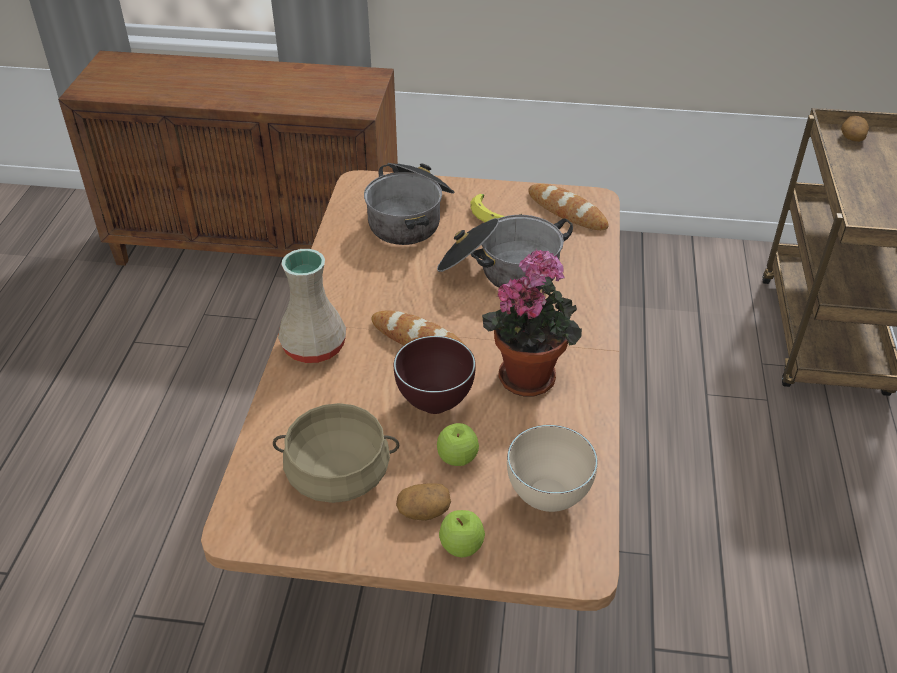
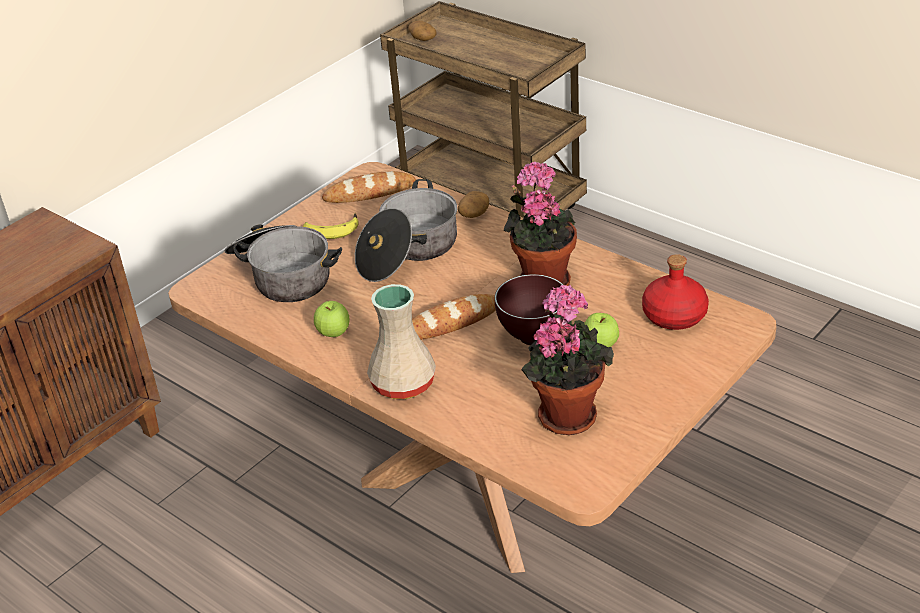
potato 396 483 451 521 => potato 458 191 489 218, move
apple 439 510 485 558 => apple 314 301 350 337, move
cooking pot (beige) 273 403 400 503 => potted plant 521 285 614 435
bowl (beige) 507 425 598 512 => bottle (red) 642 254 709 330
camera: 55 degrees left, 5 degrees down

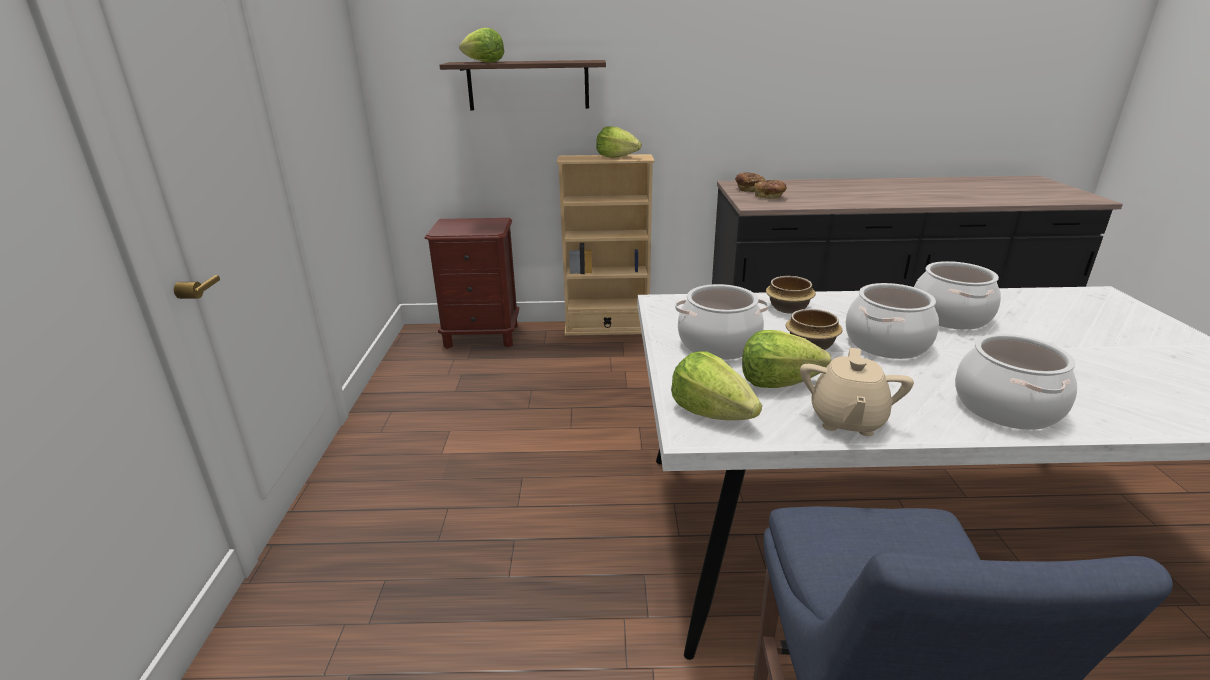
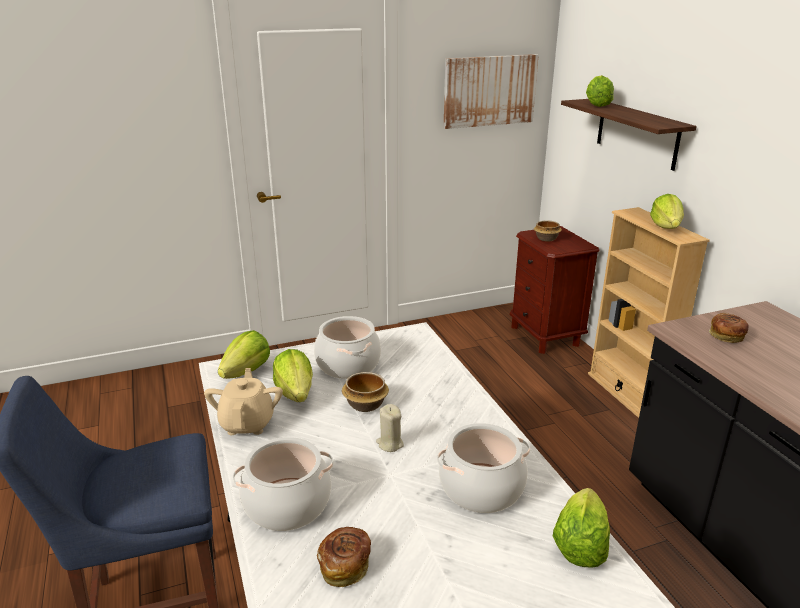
nothing => picture 443 54 539 129
nothing => lettuce 553 488 610 568
bread 735 172 765 192 => bread 317 527 371 587, move
bowl 766 276 816 314 => bowl 534 221 562 241, move
cooking pot 846 283 939 359 => candle (beige) 376 404 404 452
teapot (beige) 800 348 914 436 => teapot (beige) 204 368 283 435, 90 degrees clockwise
camera: 70 degrees right, 0 degrees up

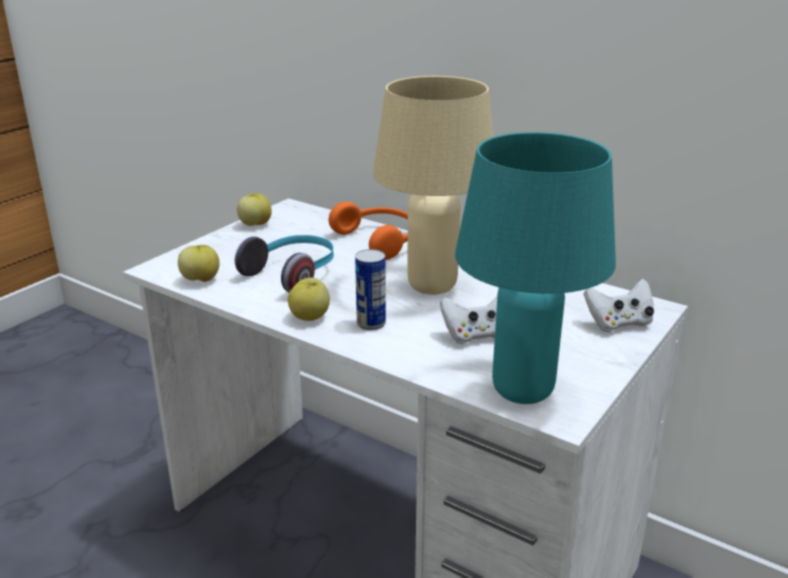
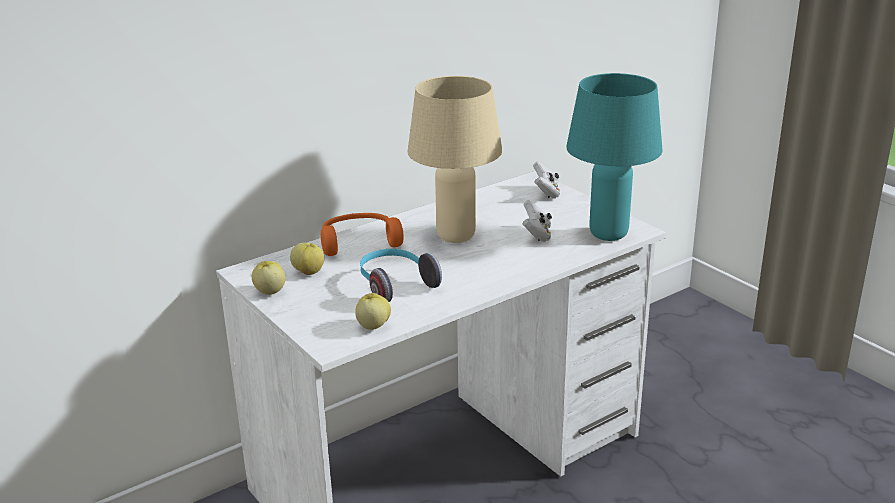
can 355 249 386 330 => nothing
apple 288 278 330 321 => apple 290 242 324 275, move
camera: 70 degrees left, 0 degrees up

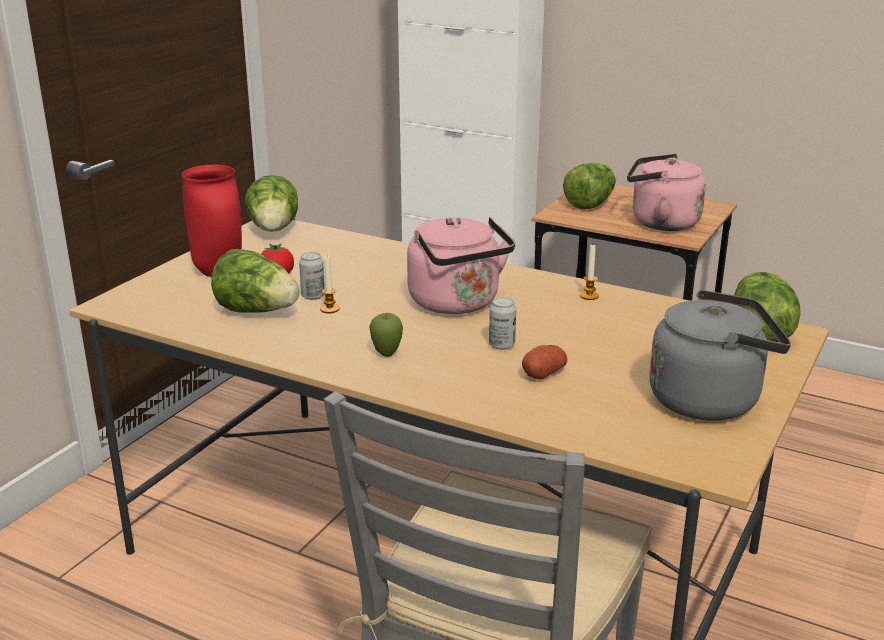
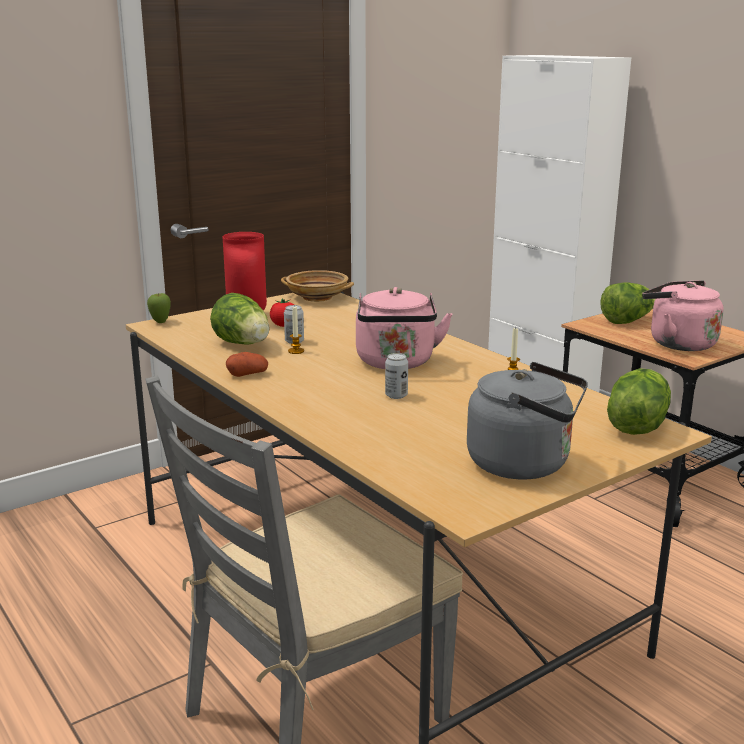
apple 369 313 403 357 => apple 147 293 171 323, move
potato 522 345 567 380 => potato 226 352 268 377, move
lettuce 245 175 298 232 => bowl (beige) 281 270 354 302
camera: 25 degrees right, 5 degrees down

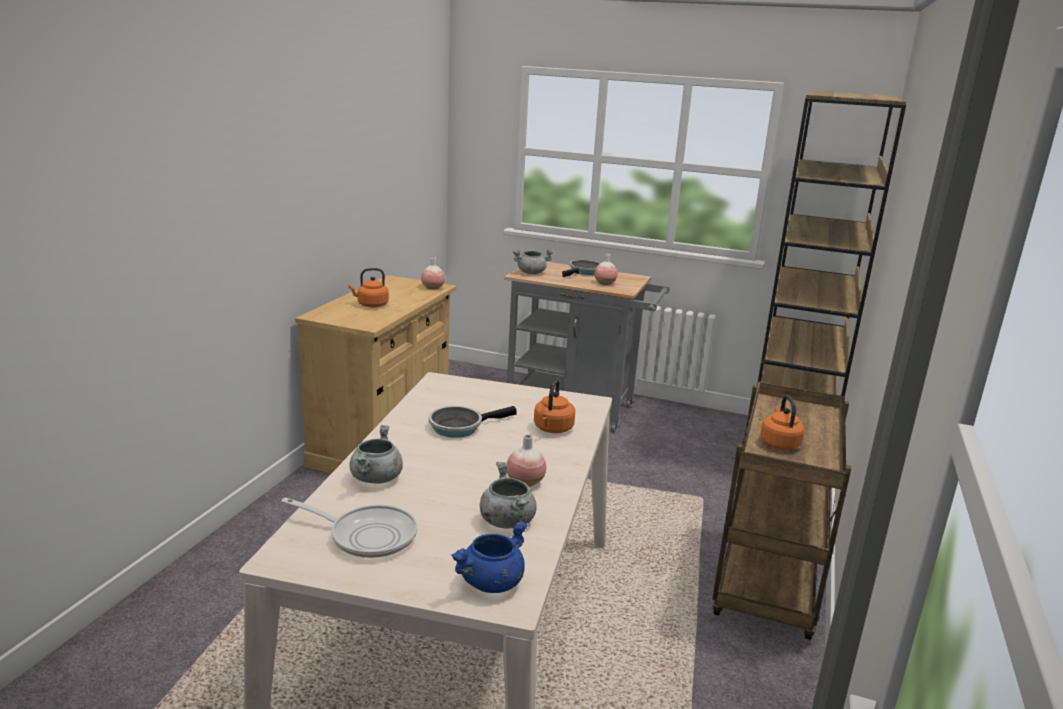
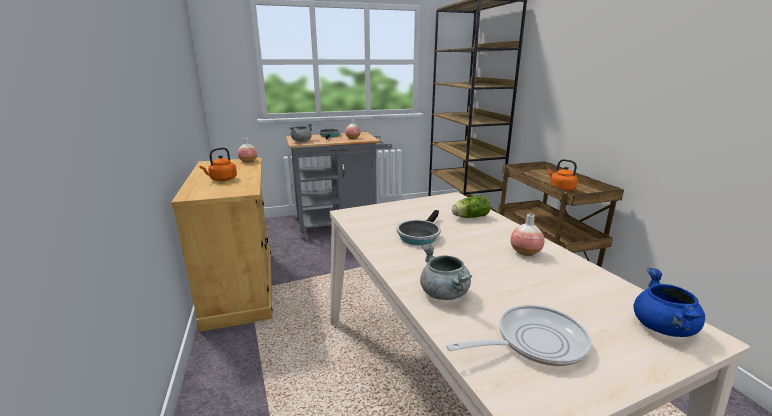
cooking pot (grey) 480 462 536 528 => nothing
kettle (orange) 534 379 575 433 => lettuce 452 196 490 218
camera: 35 degrees left, 0 degrees up

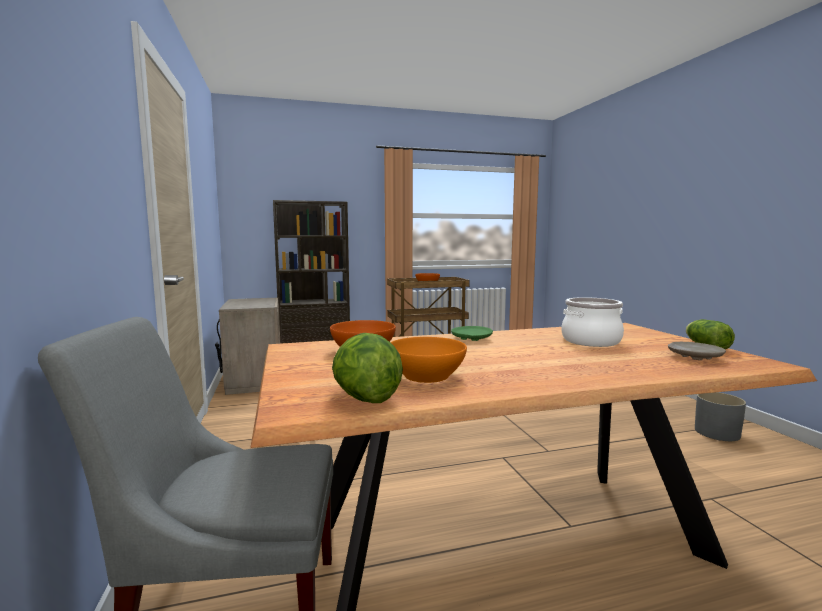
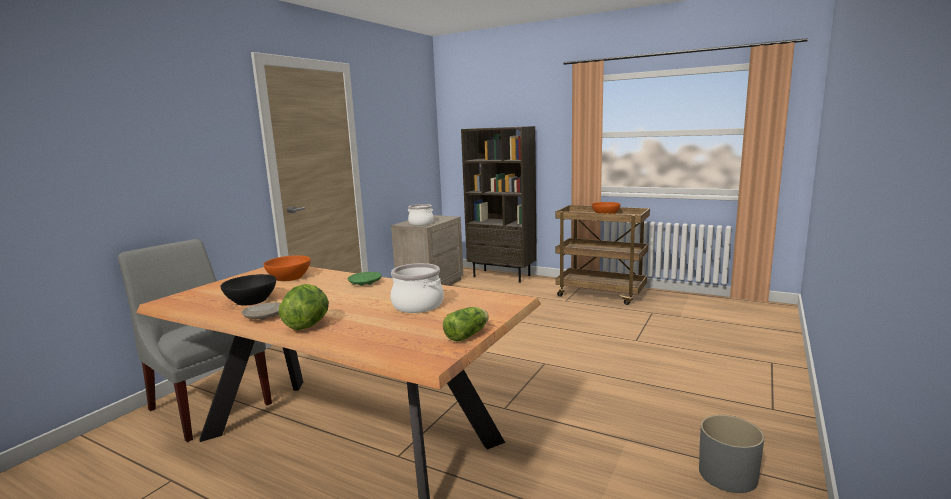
nothing => cooking pot 408 204 434 225
lettuce 332 333 403 403 => lettuce 279 284 329 330, move
plate (beige) 668 342 726 360 => plate (beige) 242 302 281 320, move
bowl (orange) 390 337 467 383 => bowl (black) 221 274 276 305
camera: 45 degrees right, 5 degrees up

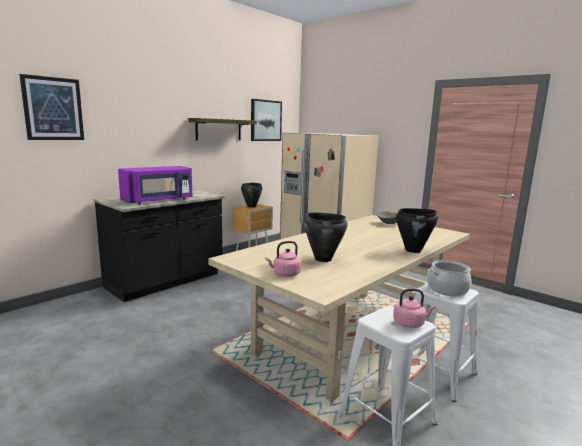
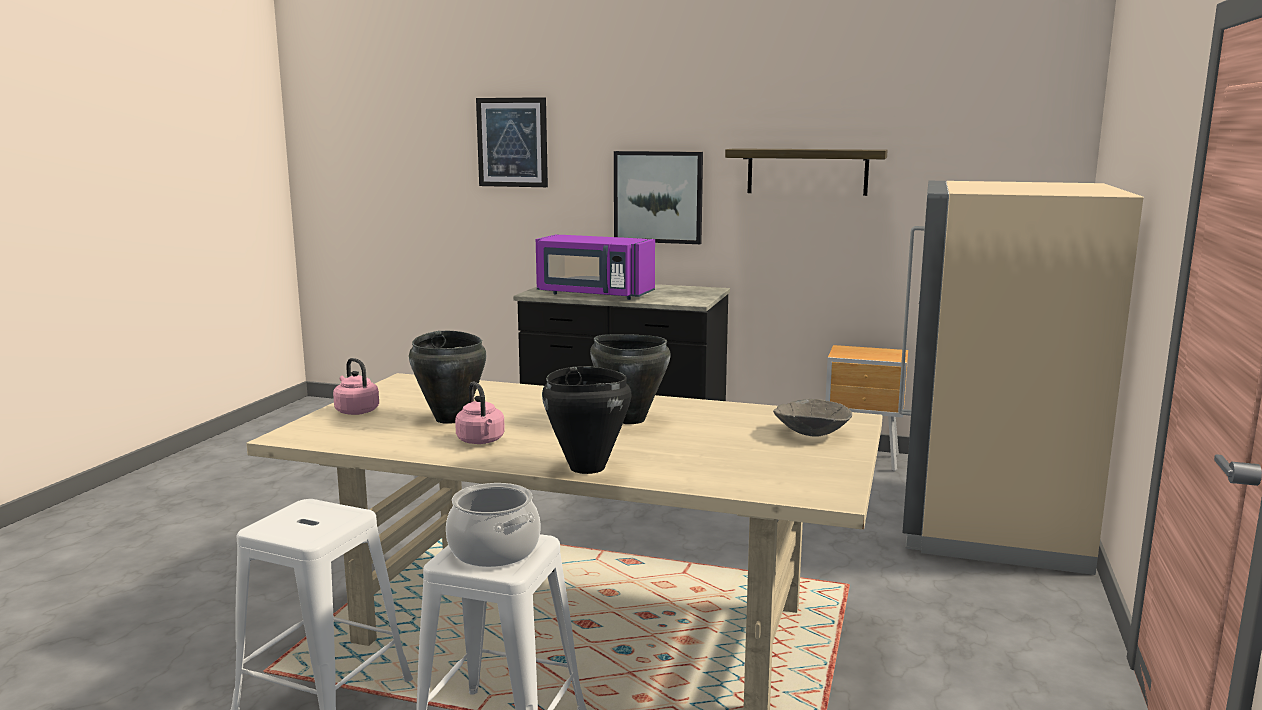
cooking pot (black) 241 183 263 207 => cooking pot (black) 590 334 671 424, move
picture 251 99 282 141 => picture 614 151 703 244, move
kettle (pink) 393 289 436 328 => kettle (pink) 455 382 505 444, move
camera: 65 degrees right, 0 degrees up

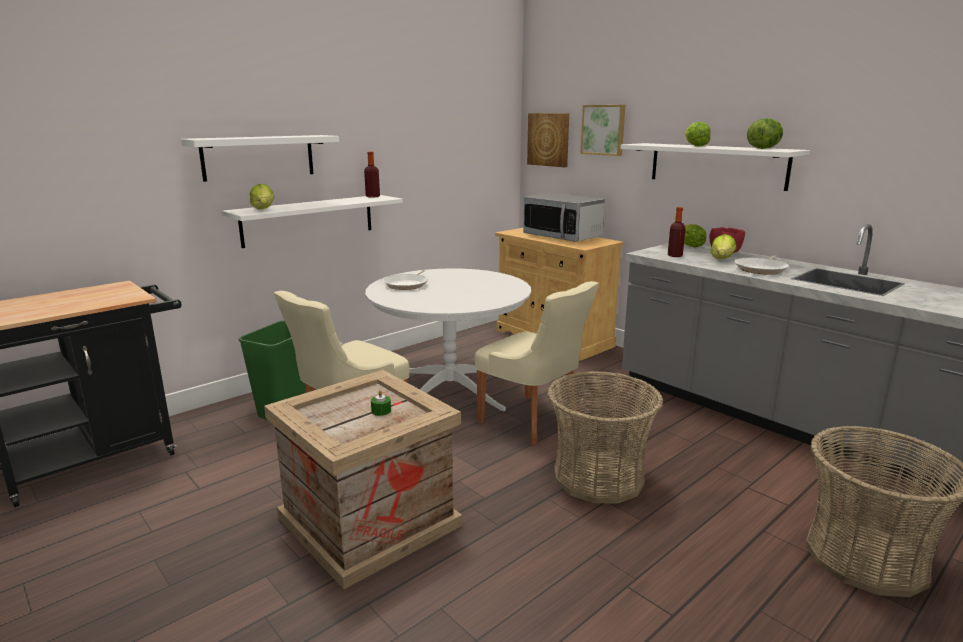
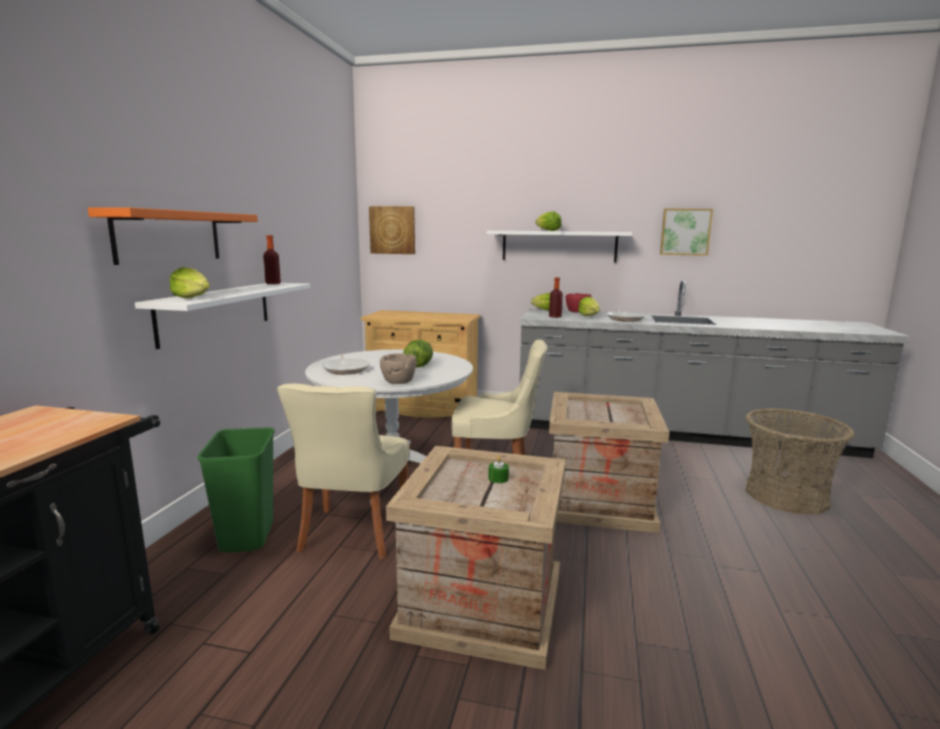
microwave 523 193 605 242 => nothing
nothing => bowl (brown) 380 353 417 384
picture 580 105 625 156 => picture 660 209 713 256, move
lettuce 747 118 783 149 => lettuce 403 340 433 367, move
basket 547 371 663 503 => crate 549 392 669 533
shelf (white) 181 135 339 182 => shelf (orange) 88 207 258 265
camera: 35 degrees left, 5 degrees down

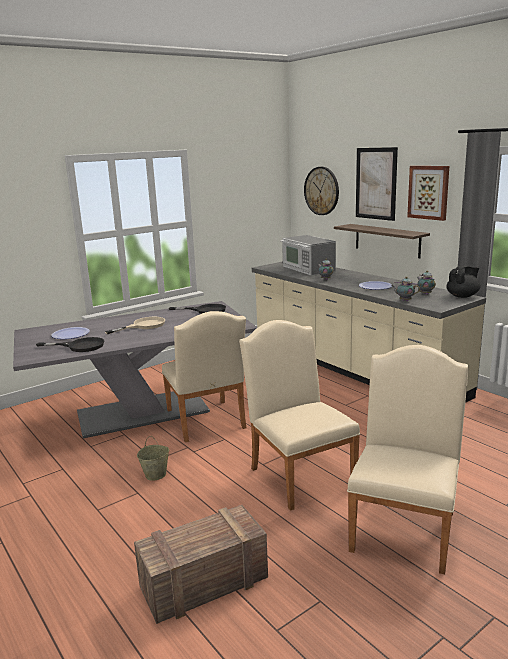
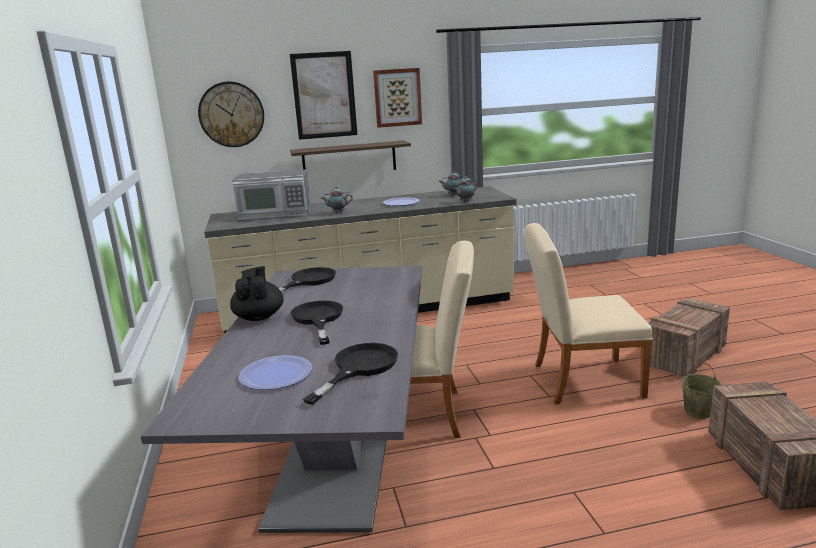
bucket (beige) 137 436 169 481 => bucket (beige) 681 363 721 419, move
teapot (black) 446 266 480 298 => teapot (black) 230 266 284 321, move
chair (beige) 347 345 469 575 => crate 648 298 730 377
frying pan (beige) 104 317 165 334 => frying pan (black) 290 301 343 345
camera: 65 degrees left, 0 degrees up

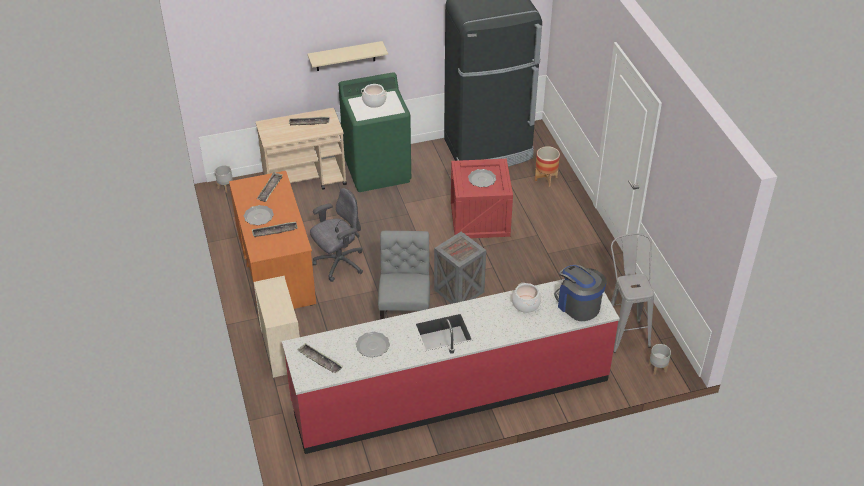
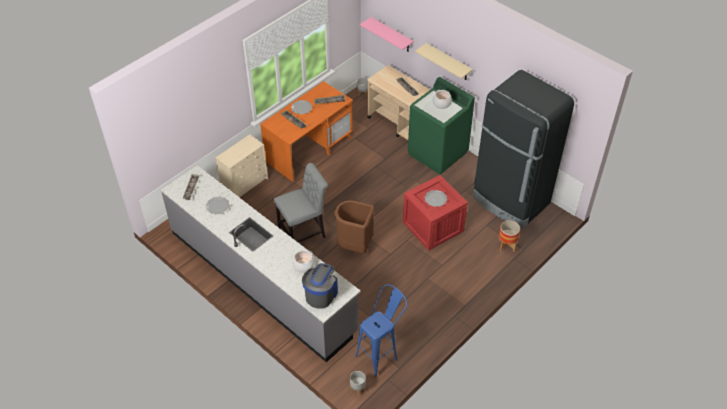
office chair (grey) 310 188 363 282 => nothing
nothing => shelf (pink) 360 17 414 52
crate 434 231 486 304 => trash can (brown) 334 200 375 254
counter (red) 282 279 620 454 => counter (grey) 161 165 361 362
stool (grey) 611 233 654 353 => stool (blue) 355 284 407 376
camera: 60 degrees right, 5 degrees up

